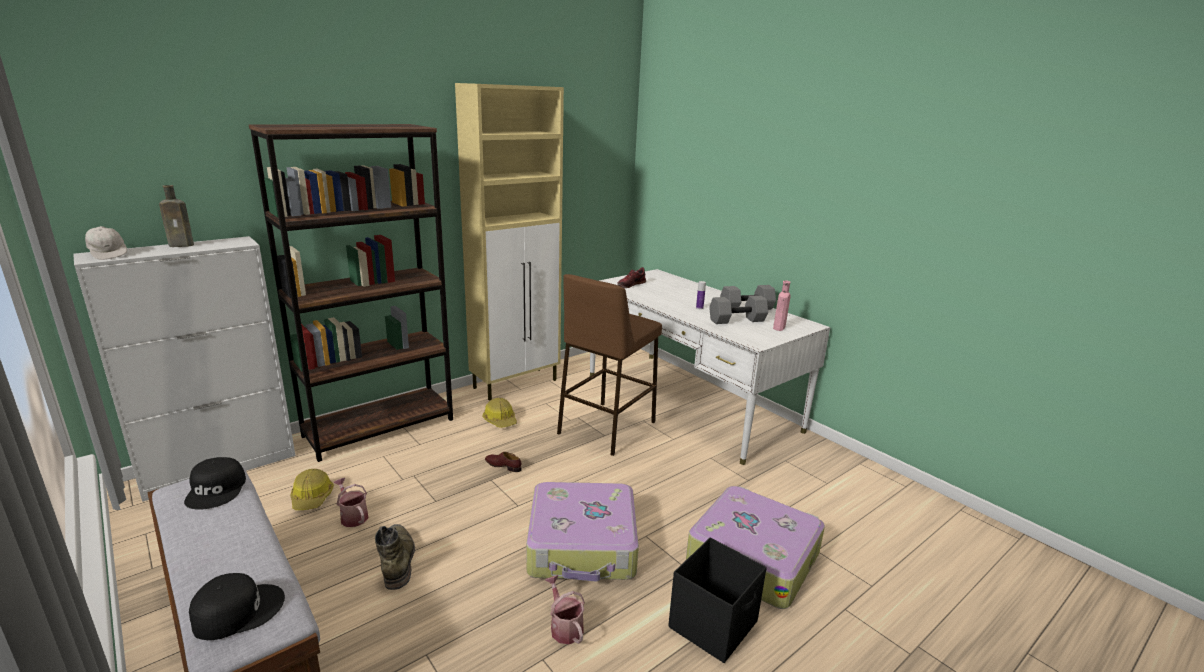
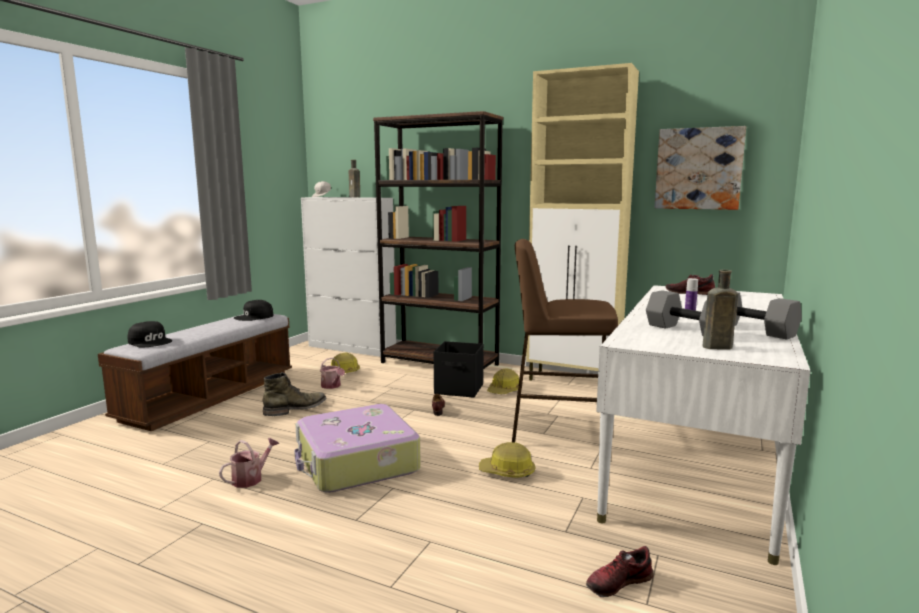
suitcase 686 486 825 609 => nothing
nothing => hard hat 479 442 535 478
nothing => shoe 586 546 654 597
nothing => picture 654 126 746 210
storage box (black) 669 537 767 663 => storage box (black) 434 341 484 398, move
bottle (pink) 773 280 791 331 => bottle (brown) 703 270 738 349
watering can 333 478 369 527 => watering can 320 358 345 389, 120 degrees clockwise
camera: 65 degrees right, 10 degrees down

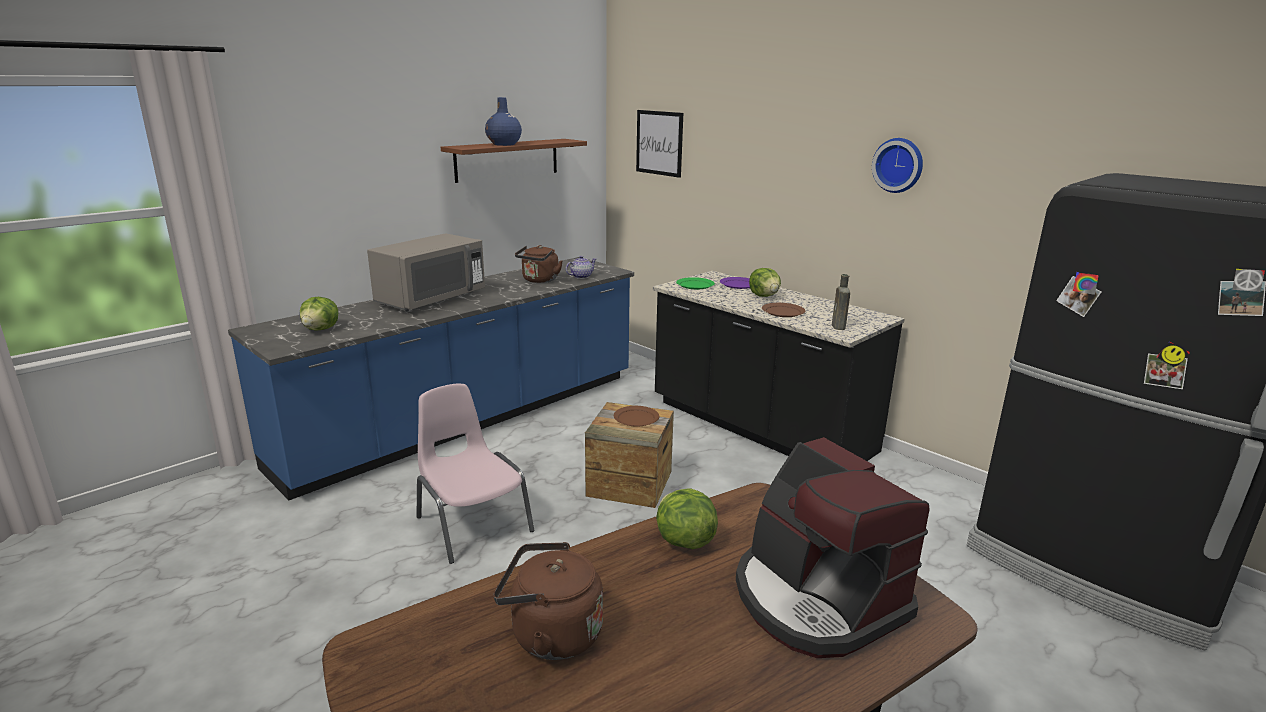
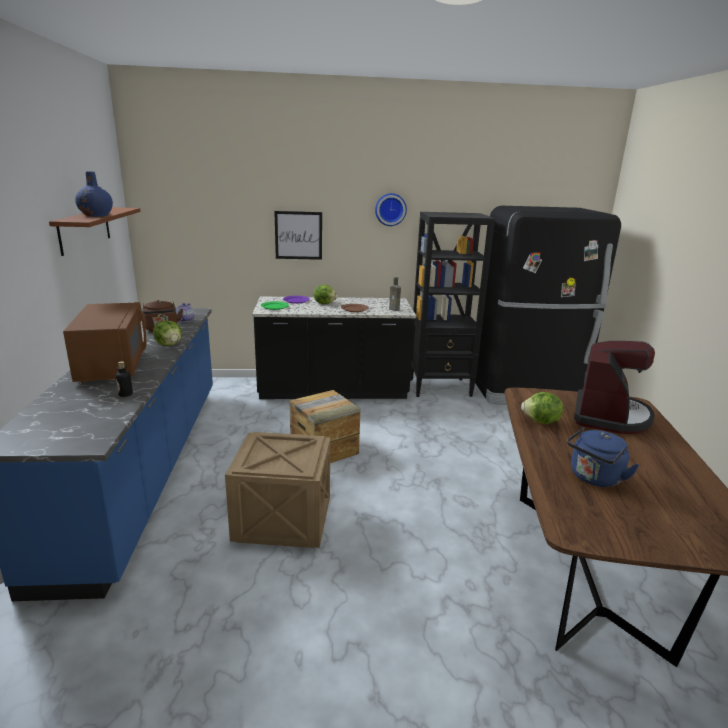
plate (brown) 614 406 659 427 => nothing
nothing => bottle 116 361 133 397
nothing => bookcase (black) 410 212 495 397
lettuce 300 297 338 331 => lettuce 153 321 182 346, move
picture 636 110 683 178 => picture 274 211 322 260, move
chair (pink) 417 384 534 564 => crate 225 432 330 548
microwave (grey) 367 233 485 311 => microwave (brown) 63 302 146 383
kettle (brown) 493 542 603 660 => kettle (blue) 567 428 640 487
coffee machine 736 437 930 658 => coffee machine 574 341 655 434, 75 degrees counterclockwise
camera: 50 degrees left, 0 degrees up

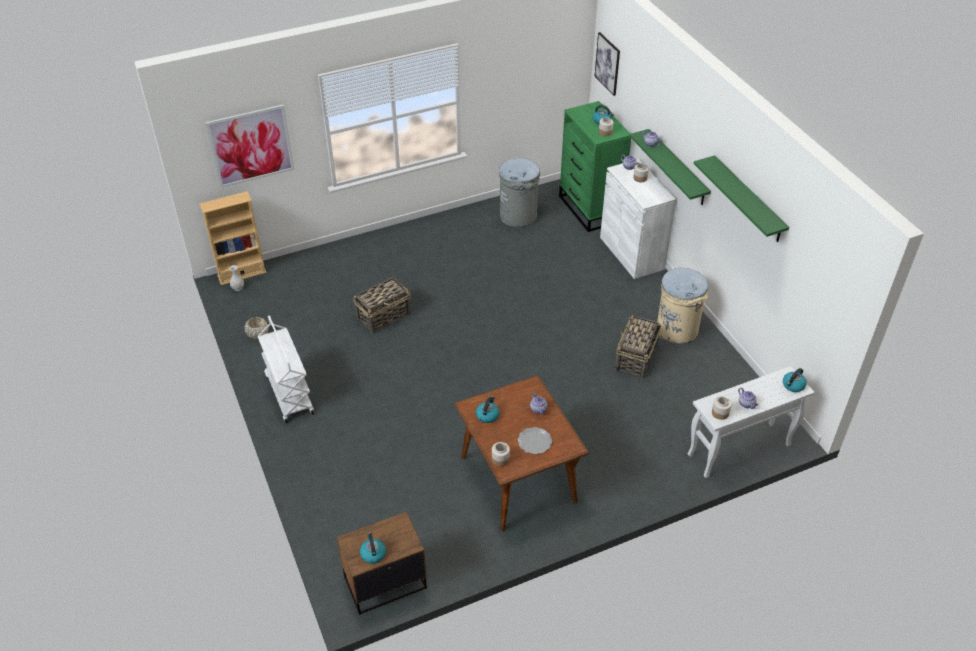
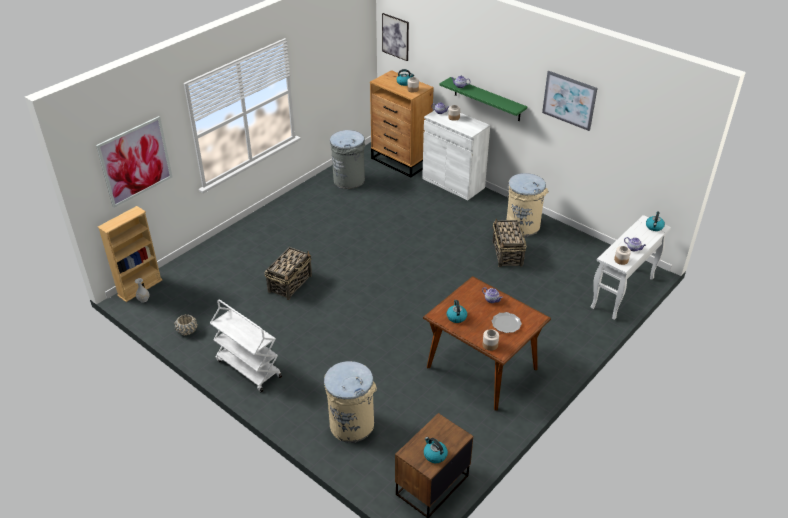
nothing => trash can (beige) 324 361 377 443
shelf (green) 694 155 789 242 => picture 542 71 597 131
dresser (green) 559 101 631 232 => dresser (brown) 370 70 433 178
camera: 25 degrees left, 5 degrees down

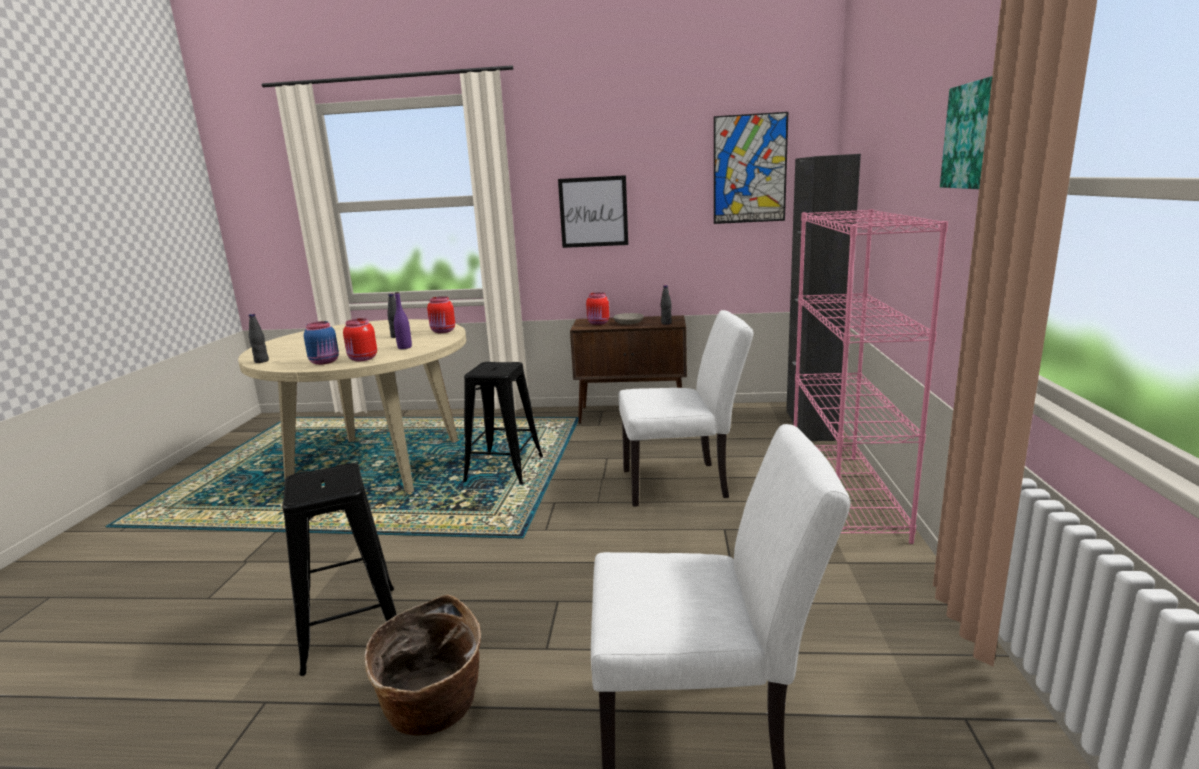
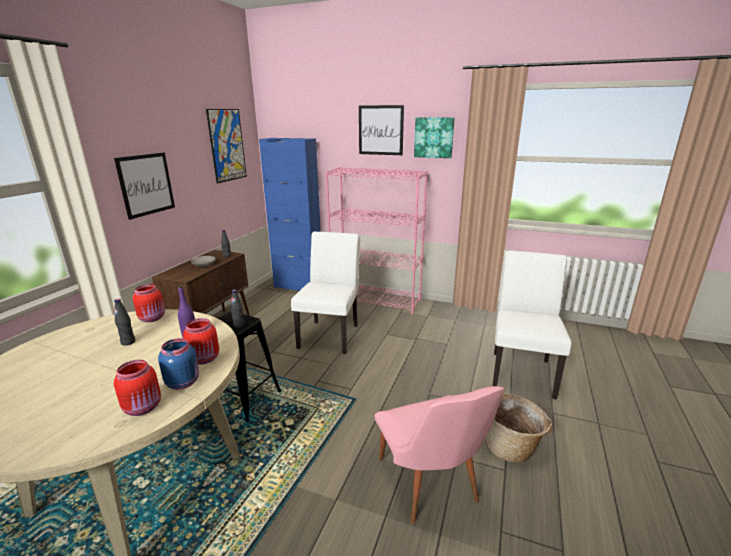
nothing => picture 359 105 404 155
bottle (black) 249 314 269 363 => bottle (black) 231 290 244 328, move
jar (red) 586 292 609 325 => jar (red) 114 360 161 416, move
stool (black) 282 463 397 676 => chair (pink) 374 386 505 524
cabinet (black) 786 154 861 441 => cabinet (blue) 259 138 321 291
camera: 75 degrees left, 5 degrees up

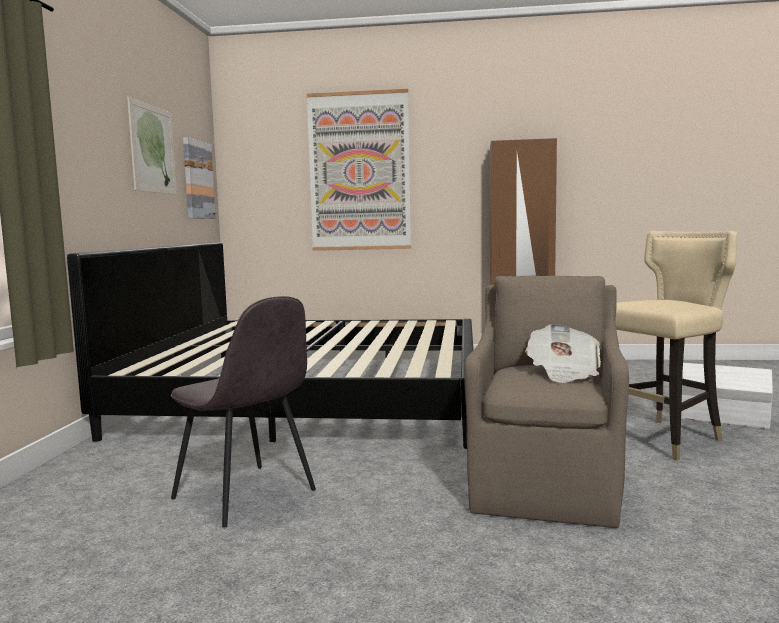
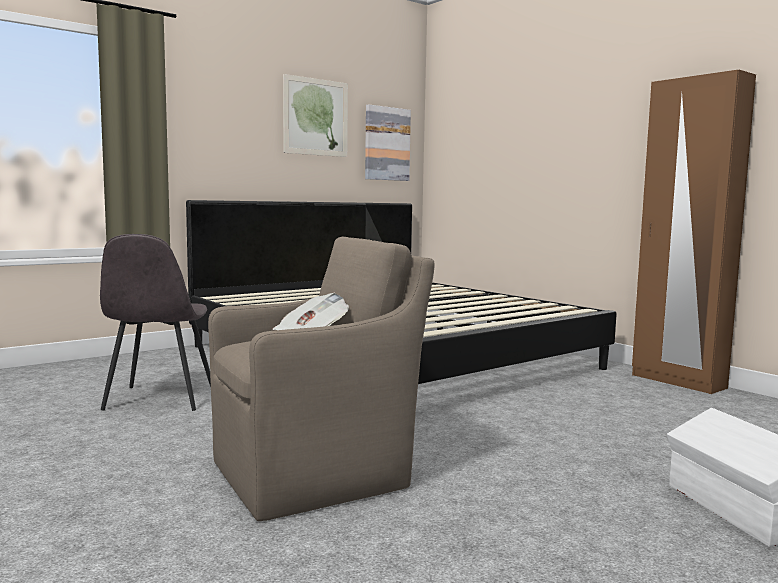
picture 306 89 411 251 => nothing
chair (beige) 616 231 737 461 => nothing
camera: 45 degrees right, 0 degrees up

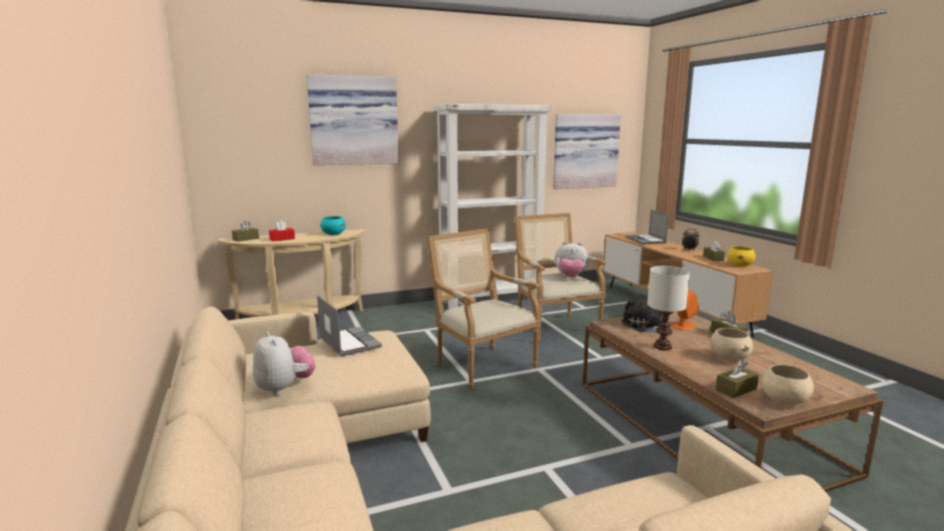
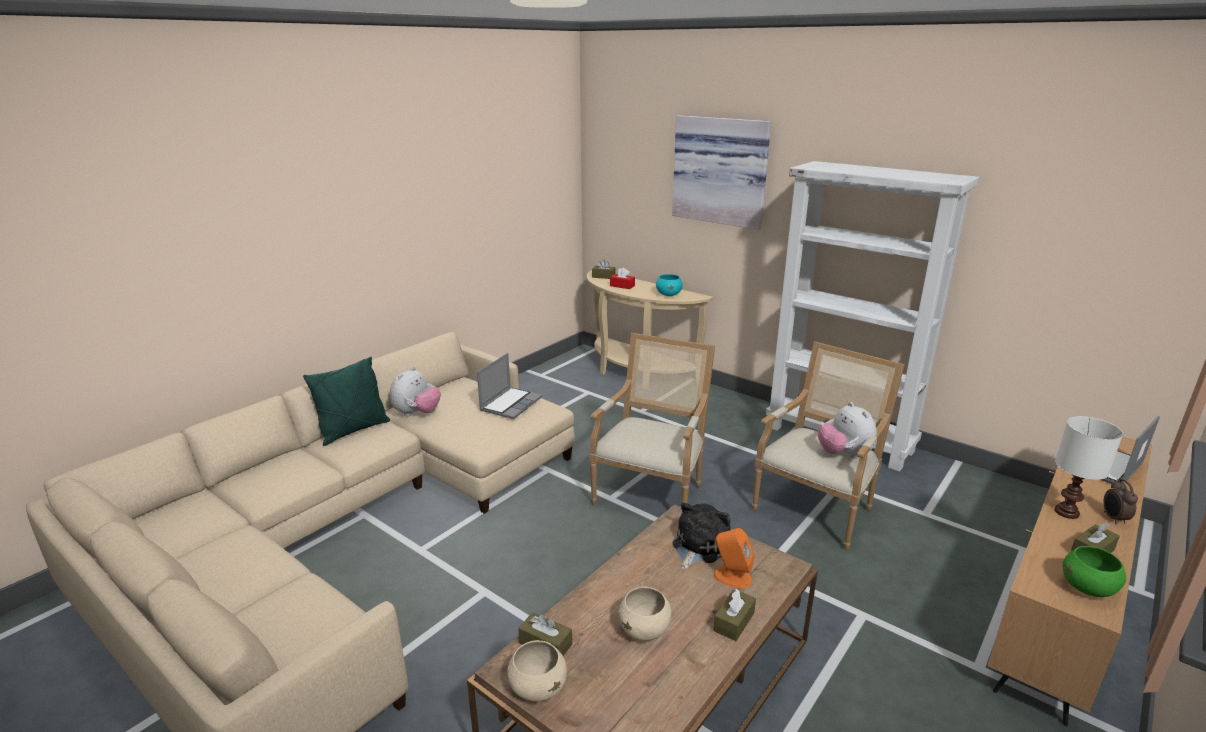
picture 553 114 621 189 => nothing
nothing => pillow (green) 303 357 390 446
table lamp (white) 647 266 690 351 => table lamp (white) 1054 416 1123 519, move
bowl (yellow) 727 246 755 267 => bowl (green) 1063 546 1126 597
camera: 60 degrees right, 10 degrees up

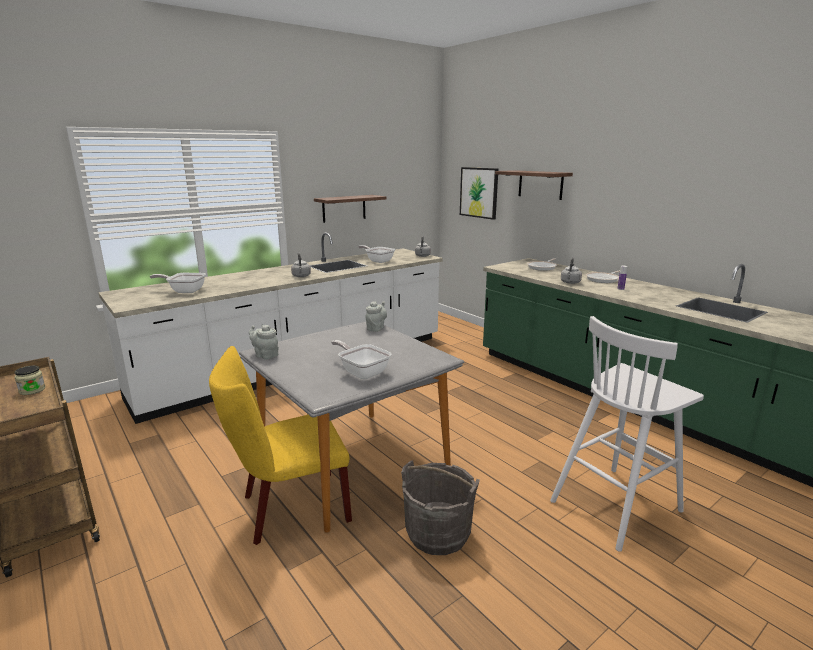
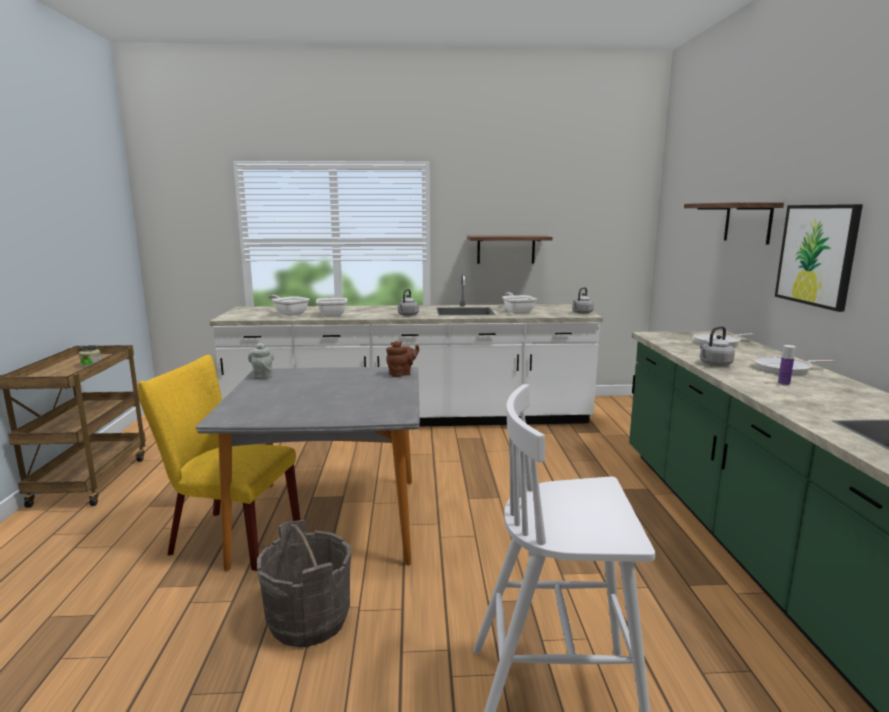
frying pan 331 340 391 379 => frying pan 316 294 347 317, move
picture 460 167 498 220 => picture 775 204 863 312, move
teapot (grey) 365 301 387 332 => teapot (brown) 386 341 419 377
camera: 35 degrees right, 5 degrees down

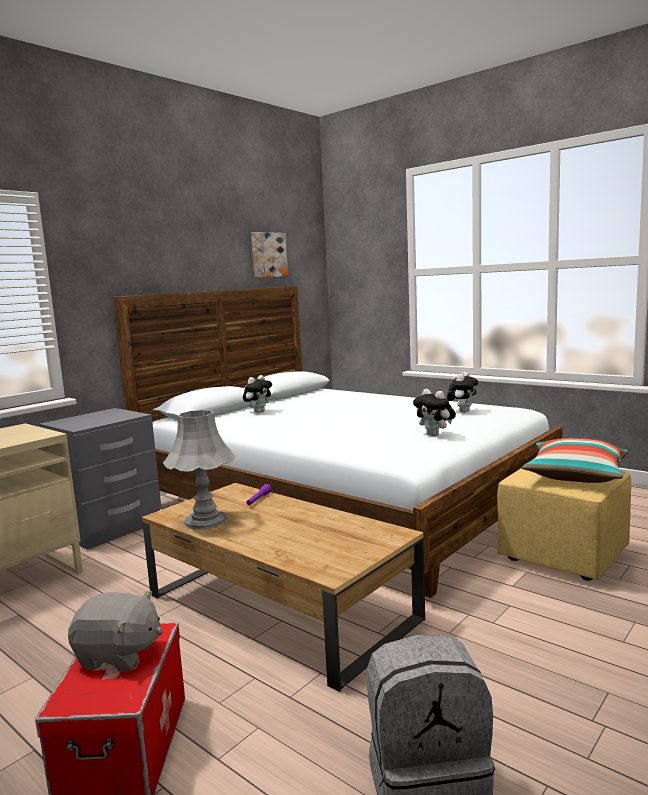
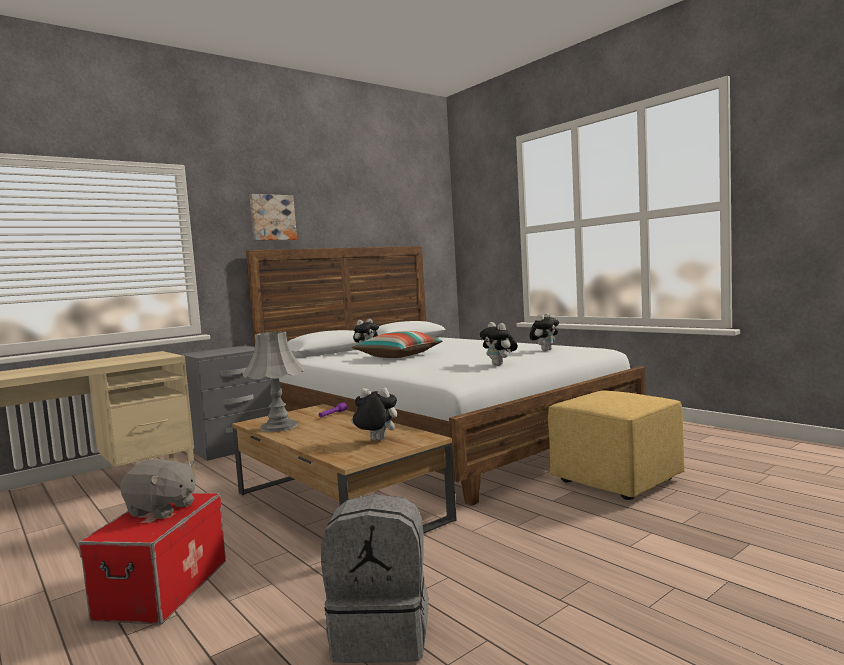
nothing => plush toy 350 387 397 440
picture 251 232 288 278 => picture 250 194 297 241, move
pillow 522 438 628 483 => pillow 352 331 442 358, move
camera: 10 degrees right, 5 degrees down

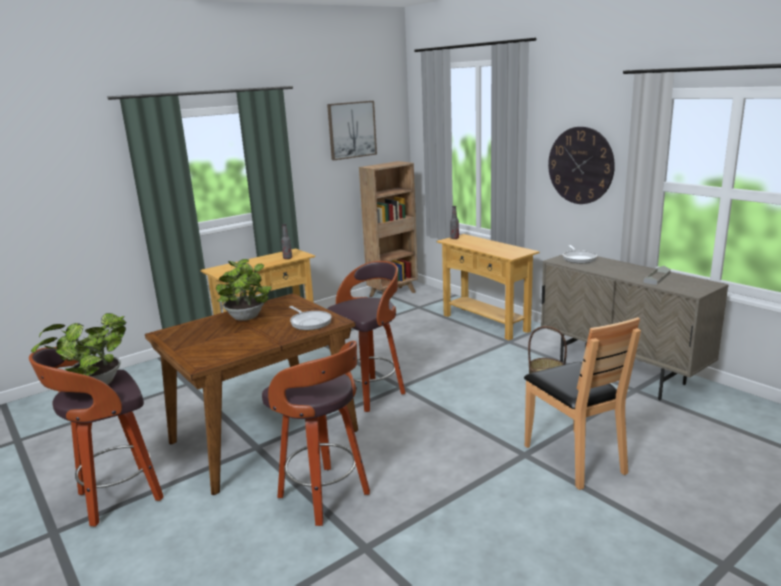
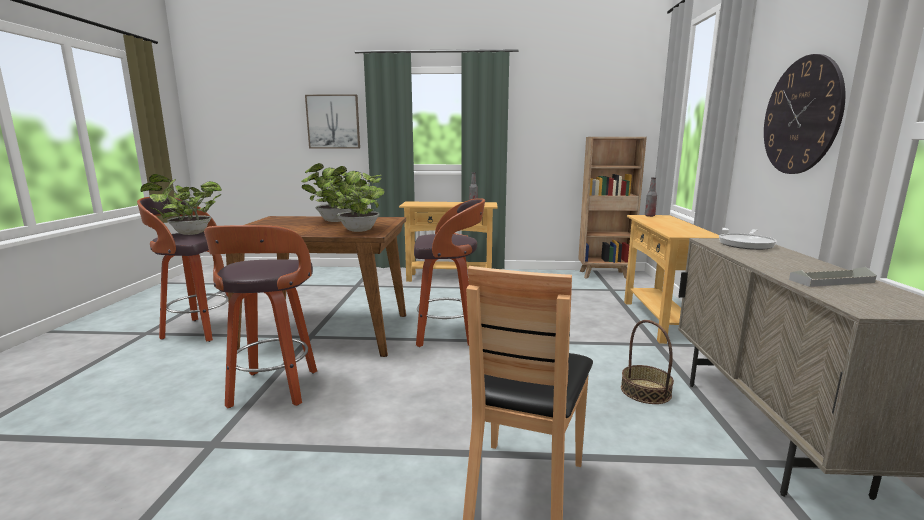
picture 327 101 377 160 => picture 305 94 360 148, move
frying pan 289 306 332 330 => potted plant 322 166 385 232
camera: 40 degrees right, 5 degrees down

